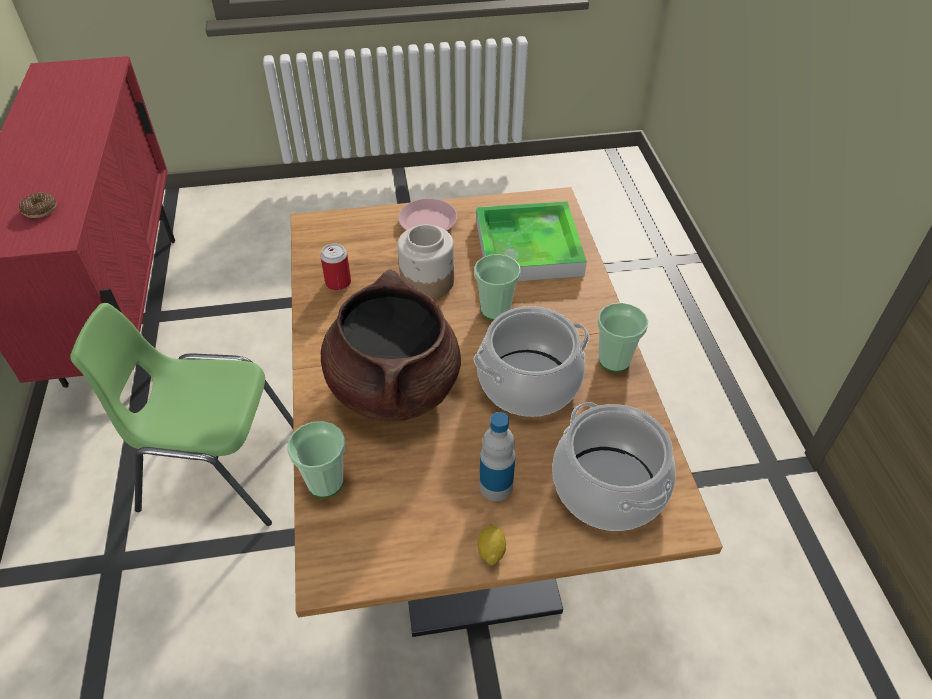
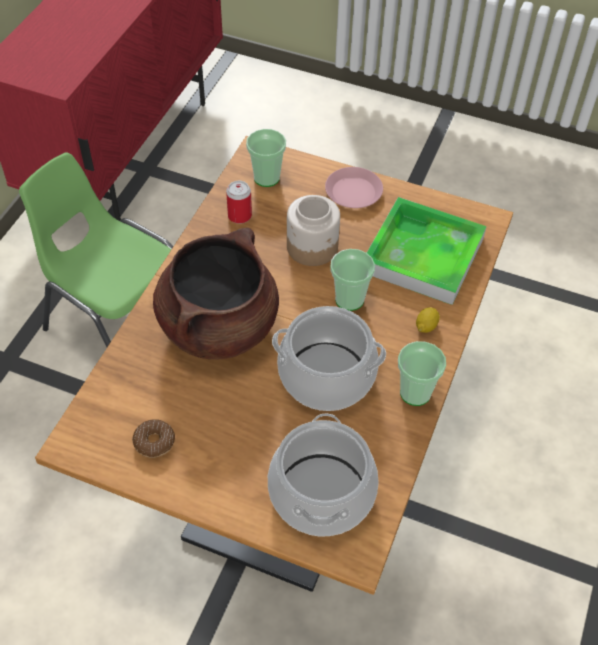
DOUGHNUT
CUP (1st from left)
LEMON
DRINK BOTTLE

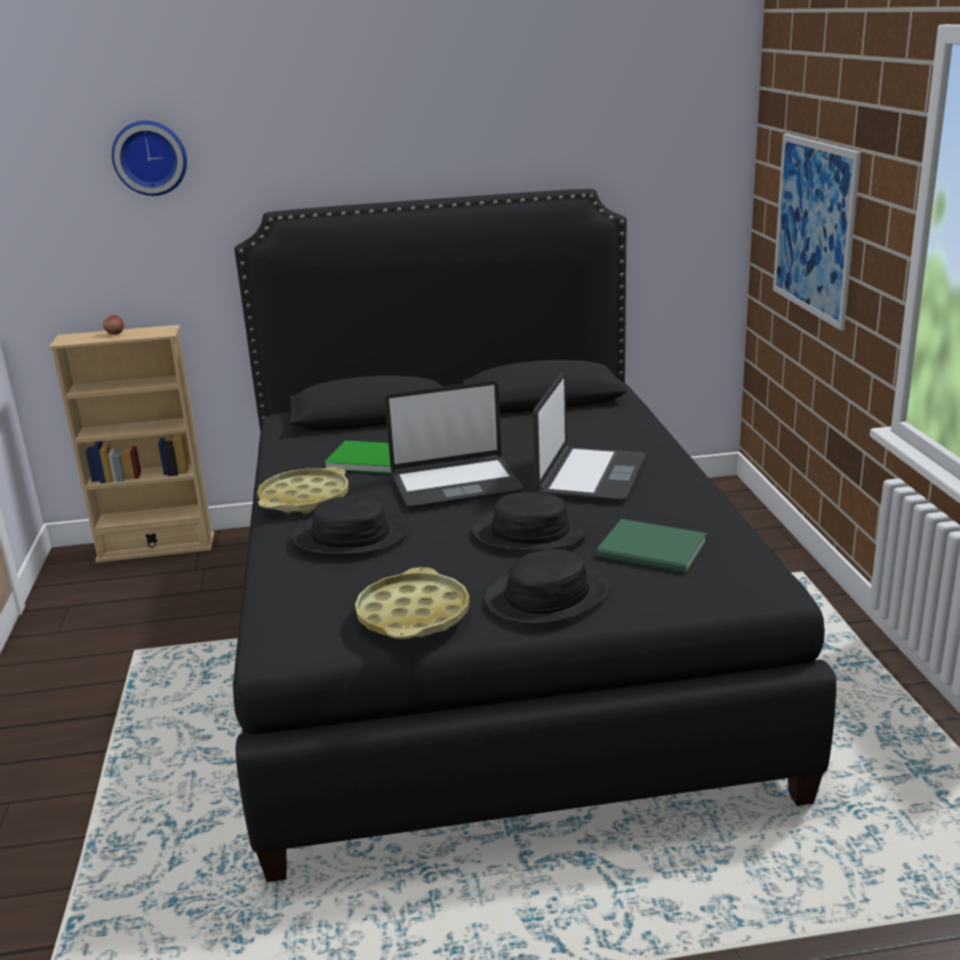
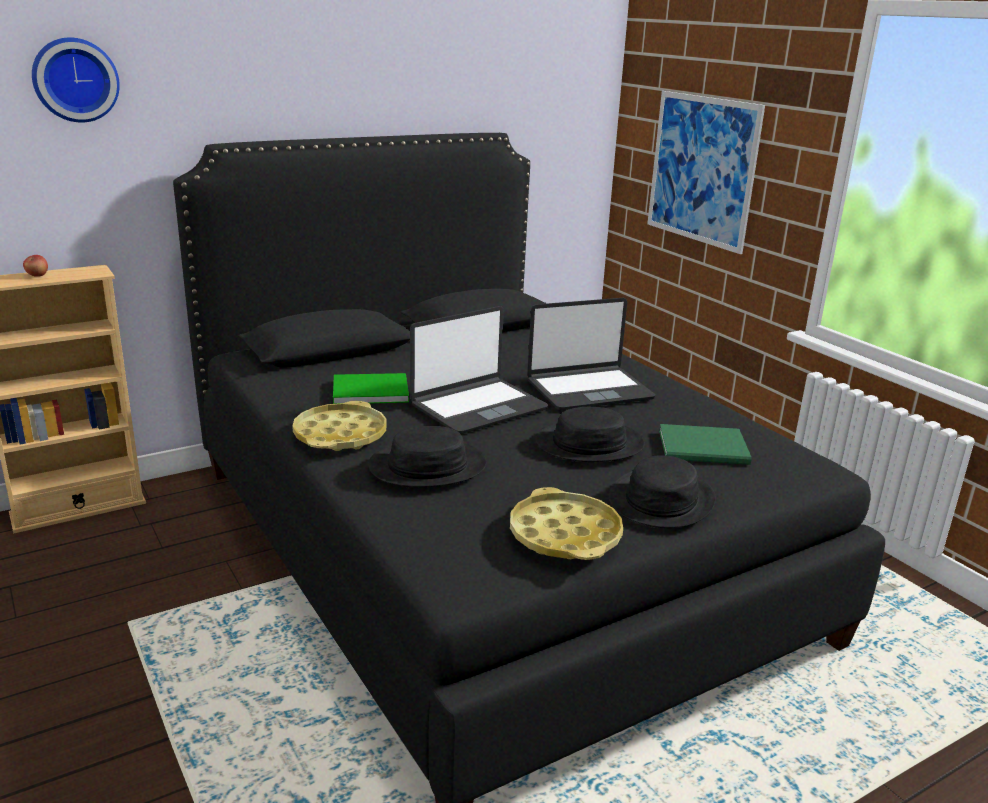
LAPTOP (2nd from left)

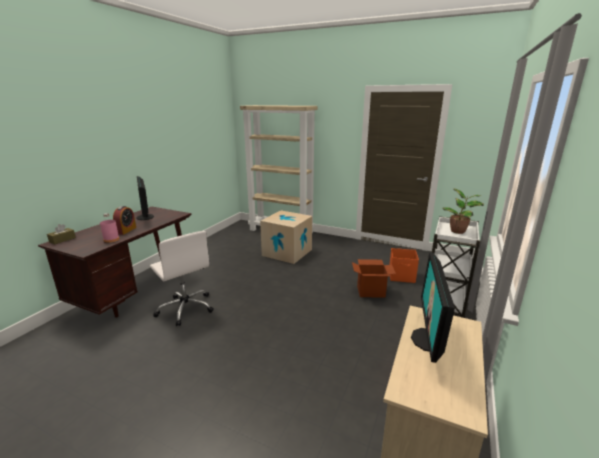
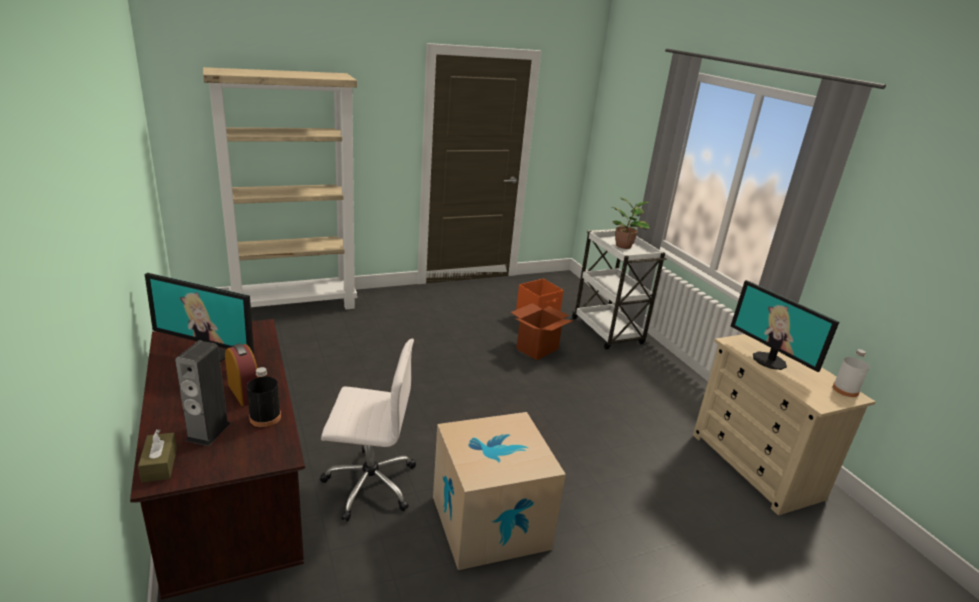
LOUDSPEAKER
BLACK-COLOURED DRINK BOTTLE
CARTON (1st from left)
WHITE-COLOURED DRINK BOTTLE

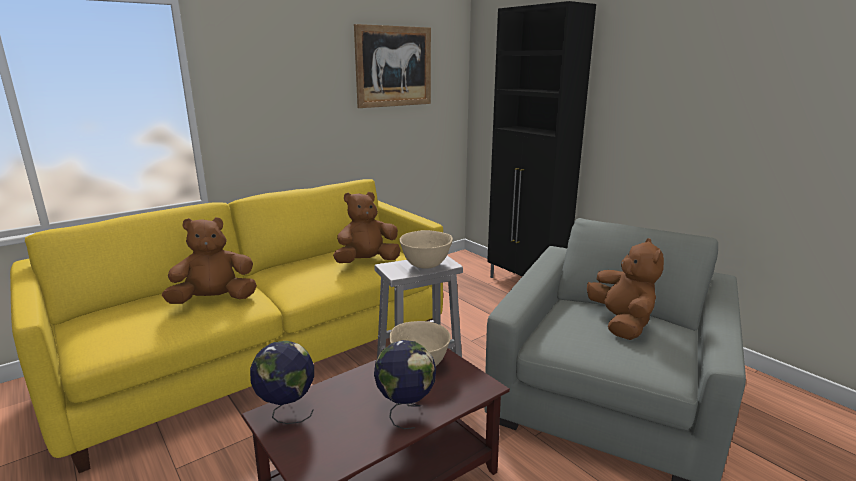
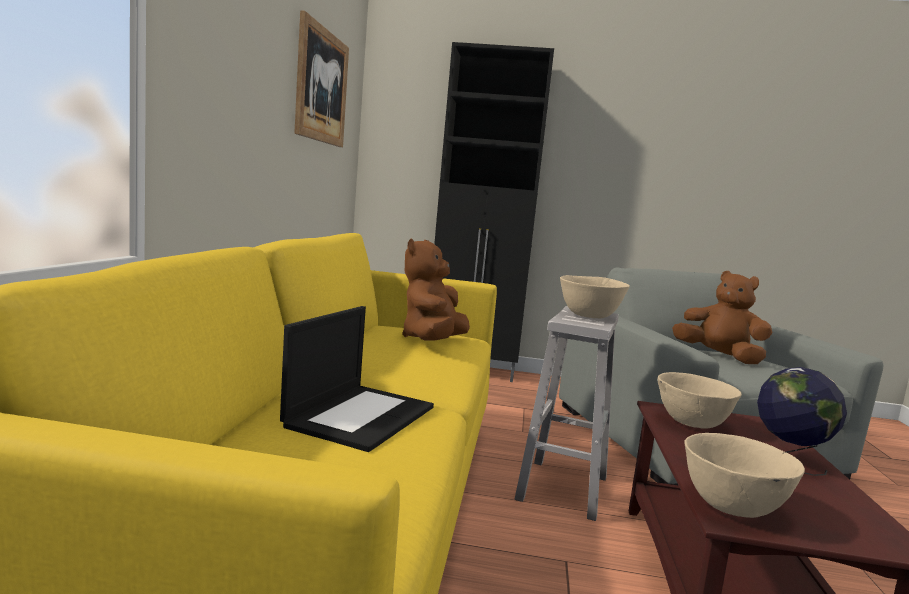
LAPTOP
BEIGE DEEP DISH (3rd from left)

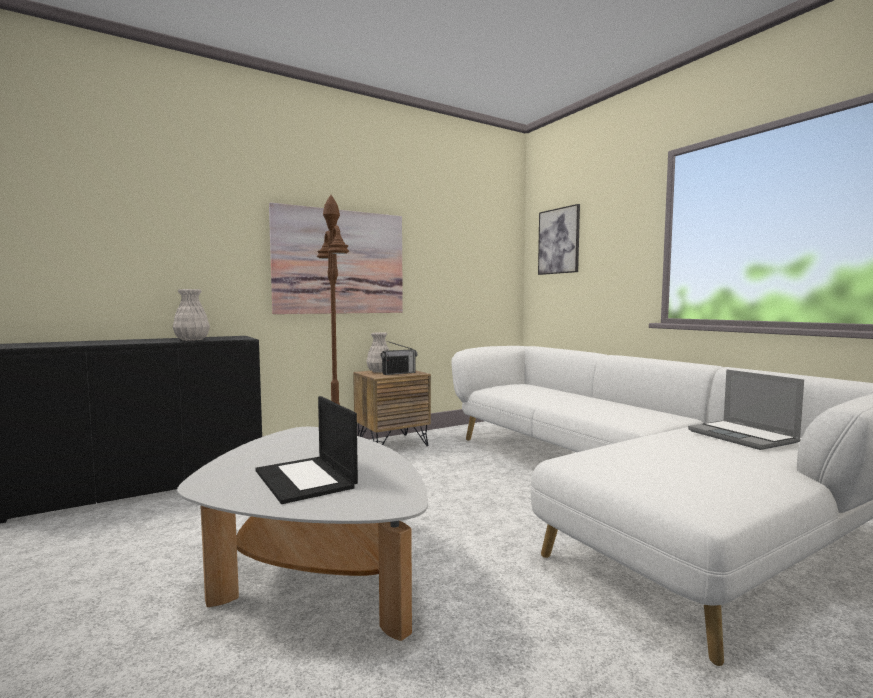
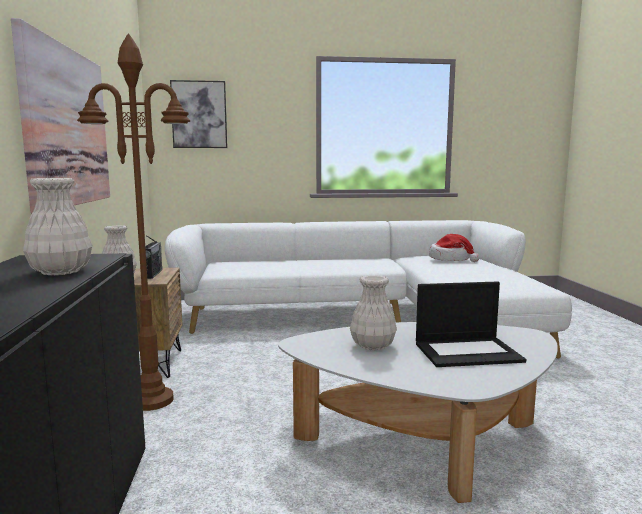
WHITE-COLOURED VASE (3rd from left)
WEARABLE HAT

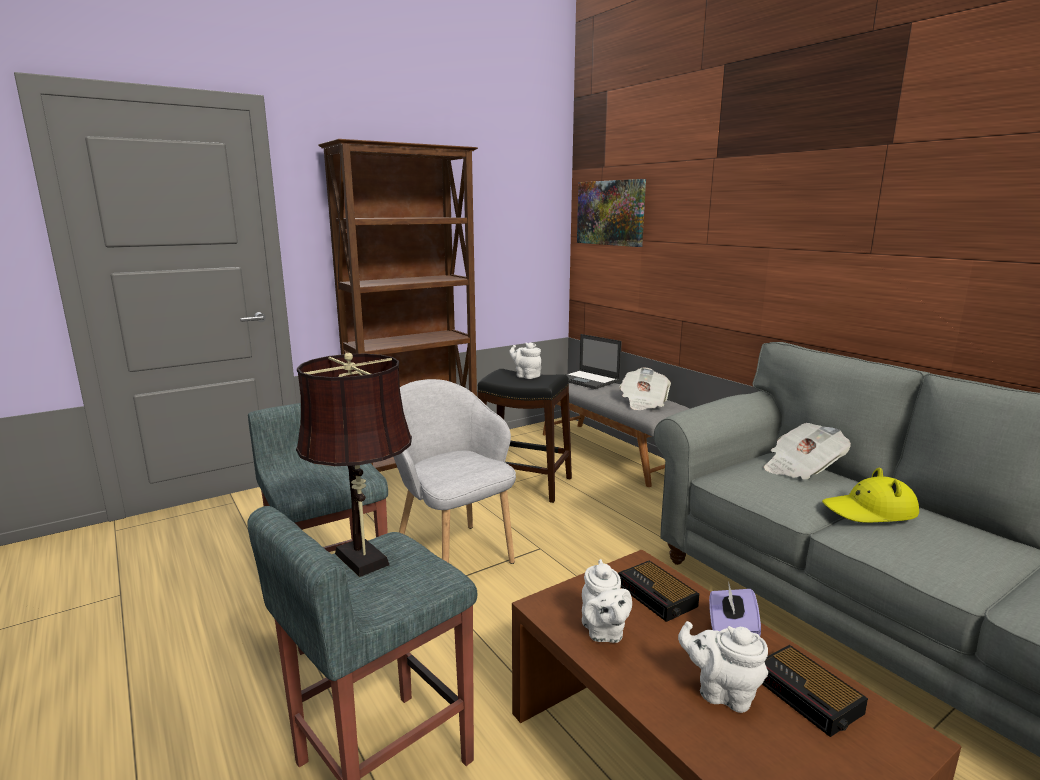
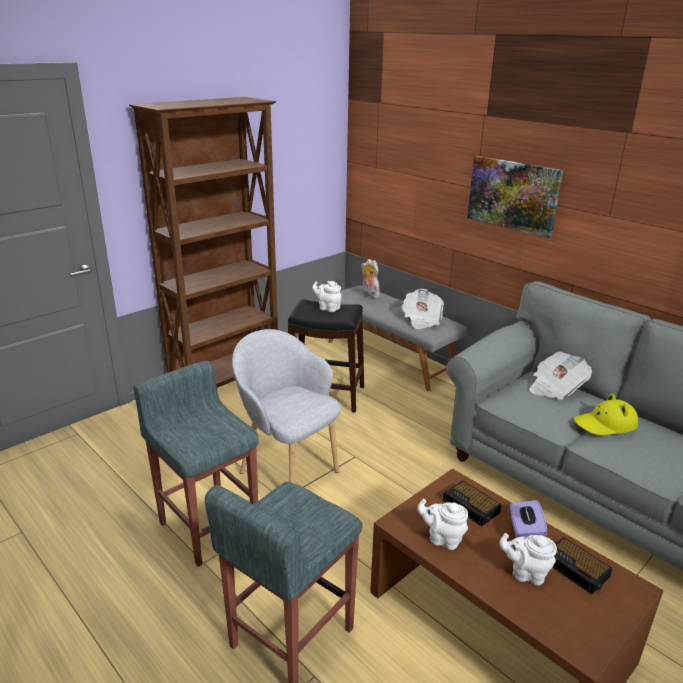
SOFT TOY
WHITE-COLOURED TEA POT (2nd from left)
WALL ART
BROWNISH TABLETOP LAMP

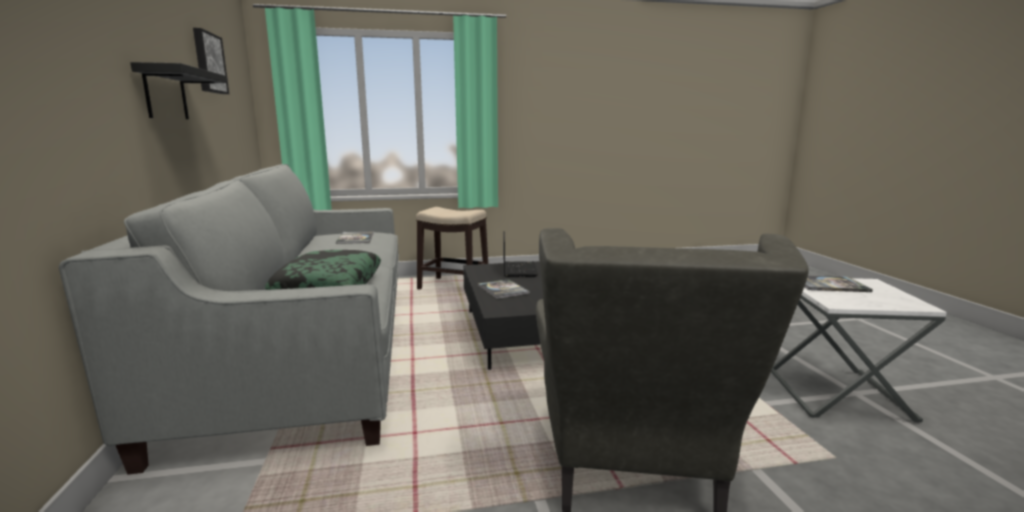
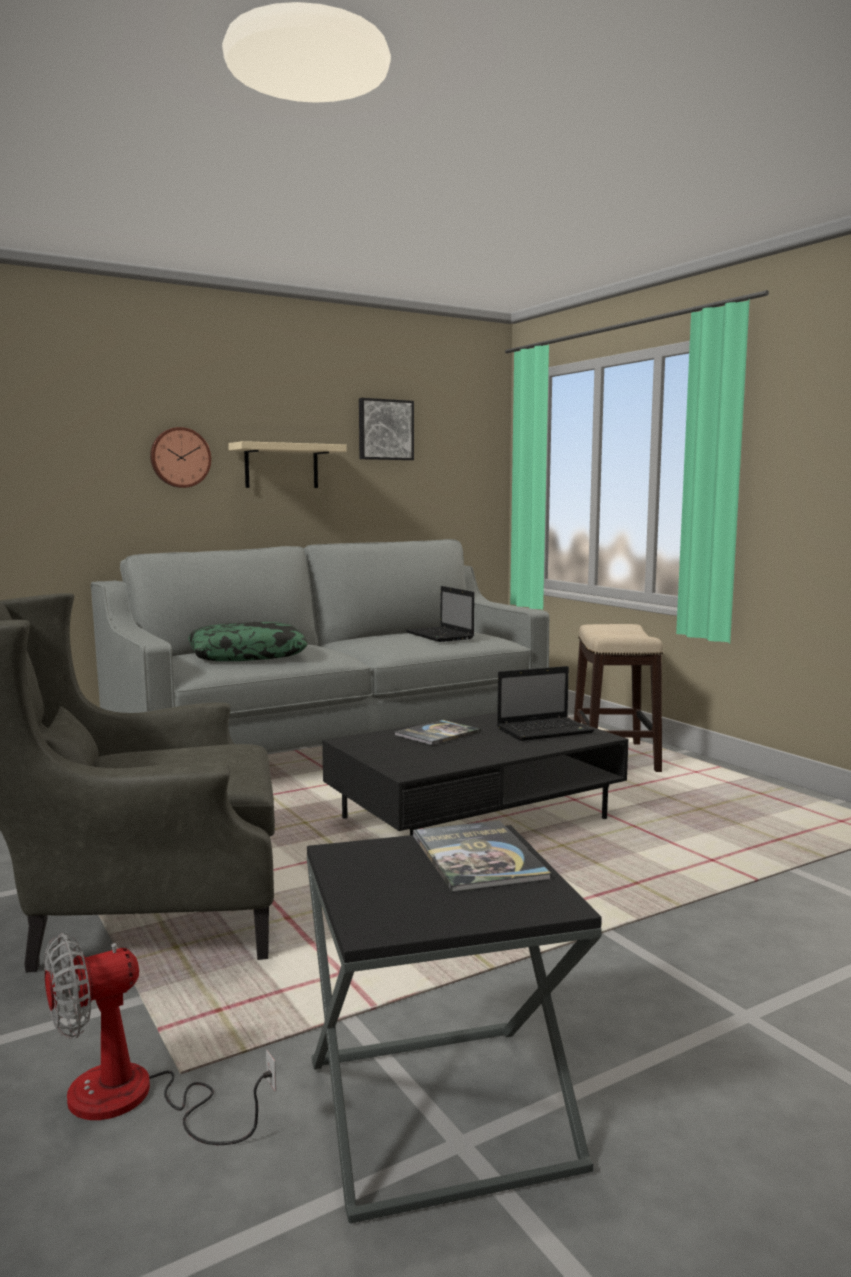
COOLING FAN
WALL CLOCK
BEIGE WALL SHELF
BLACK-COLOURED SIDE TABLE
LAPTOP (1st from left)

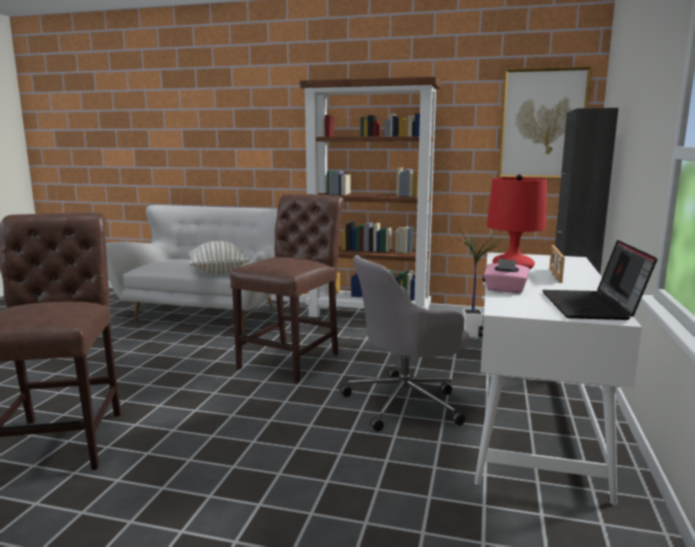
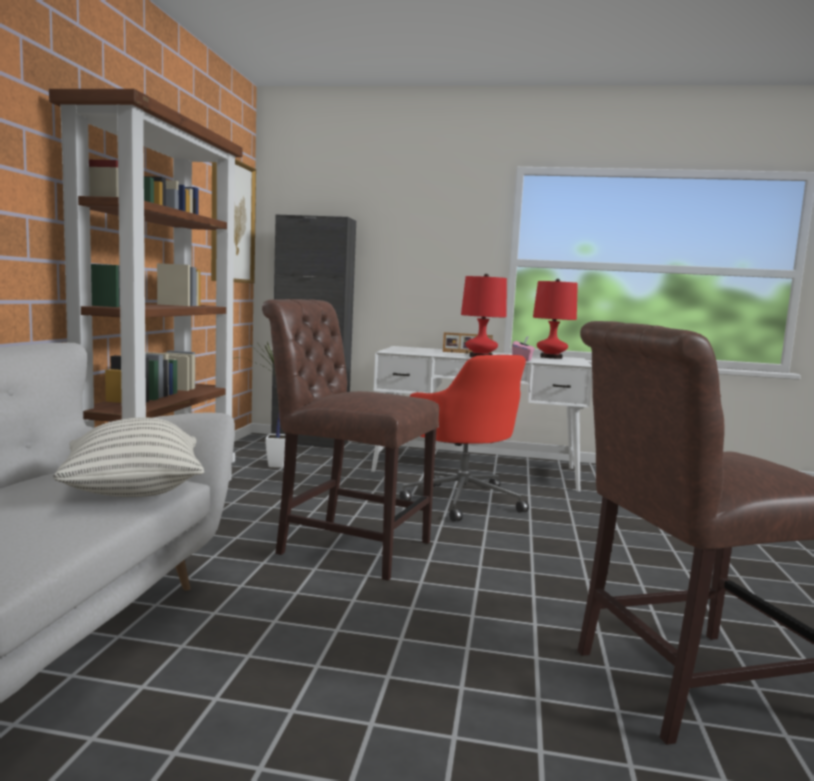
REDDISH COMPUTER CHAIR
REDDISH TABLETOP LAMP (2nd from left)

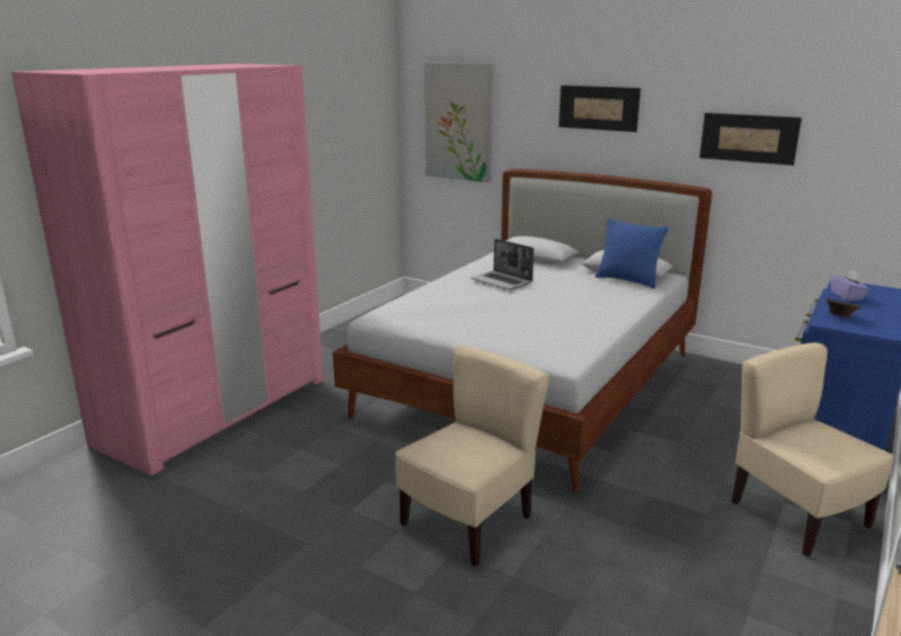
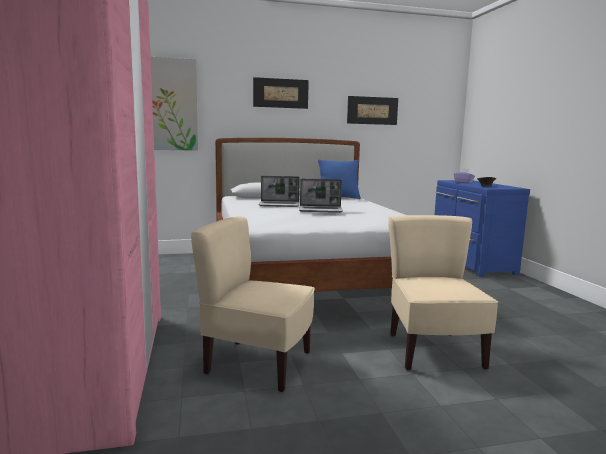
BEIGE UPRIGHT CHAIR (1st from left)
LAPTOP (2nd from left)

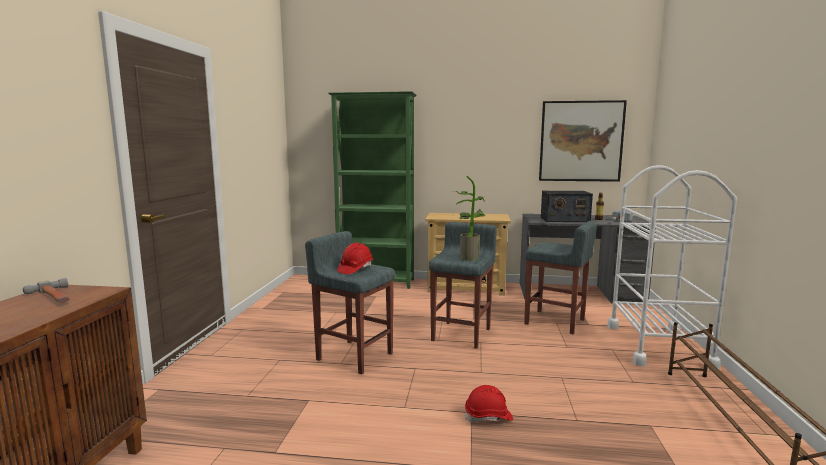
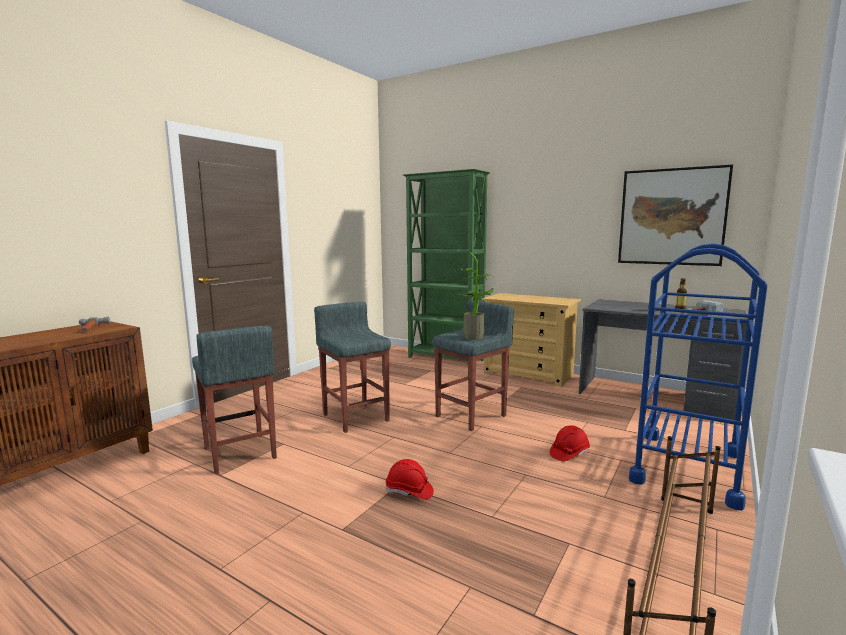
GREYISH STOOL SEAT (1st from left)
REDDISH HARD HAT (2nd from left)
BLUE WHEELED CART
RADIO

